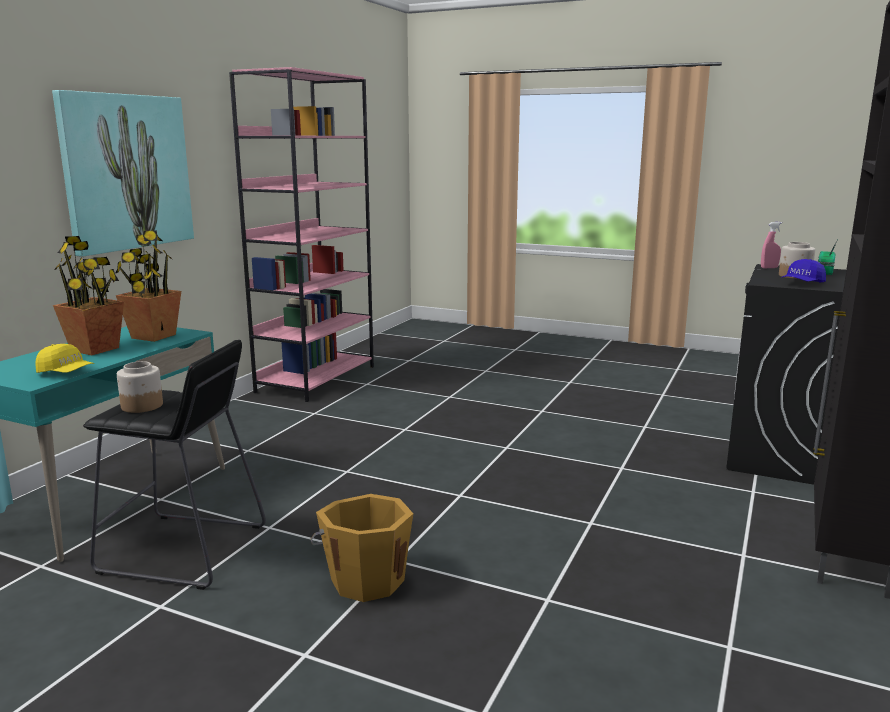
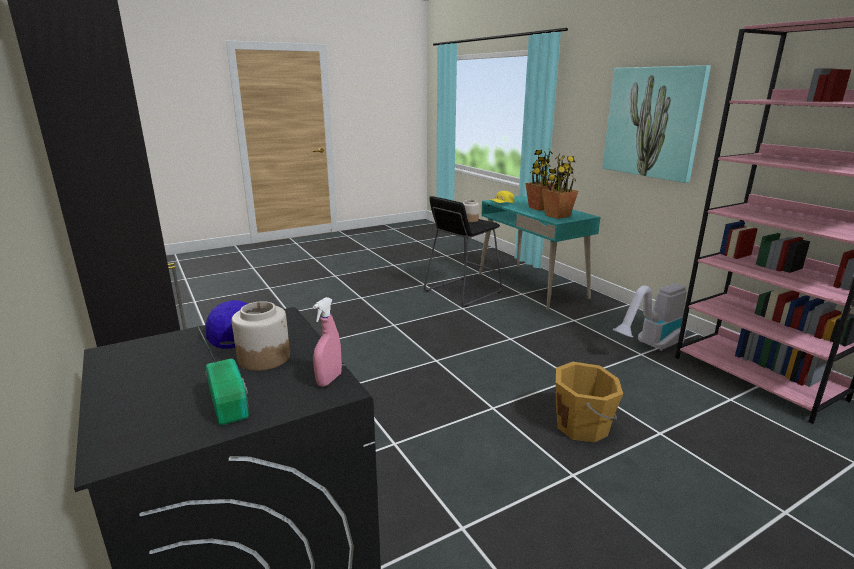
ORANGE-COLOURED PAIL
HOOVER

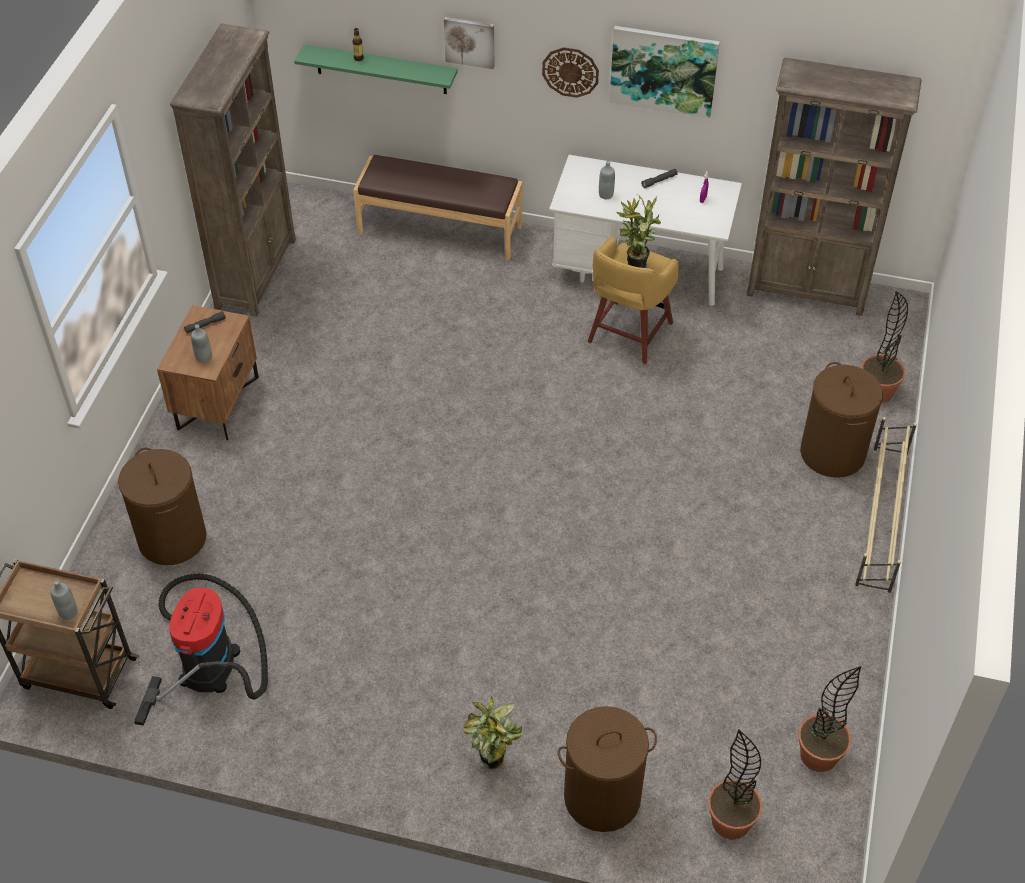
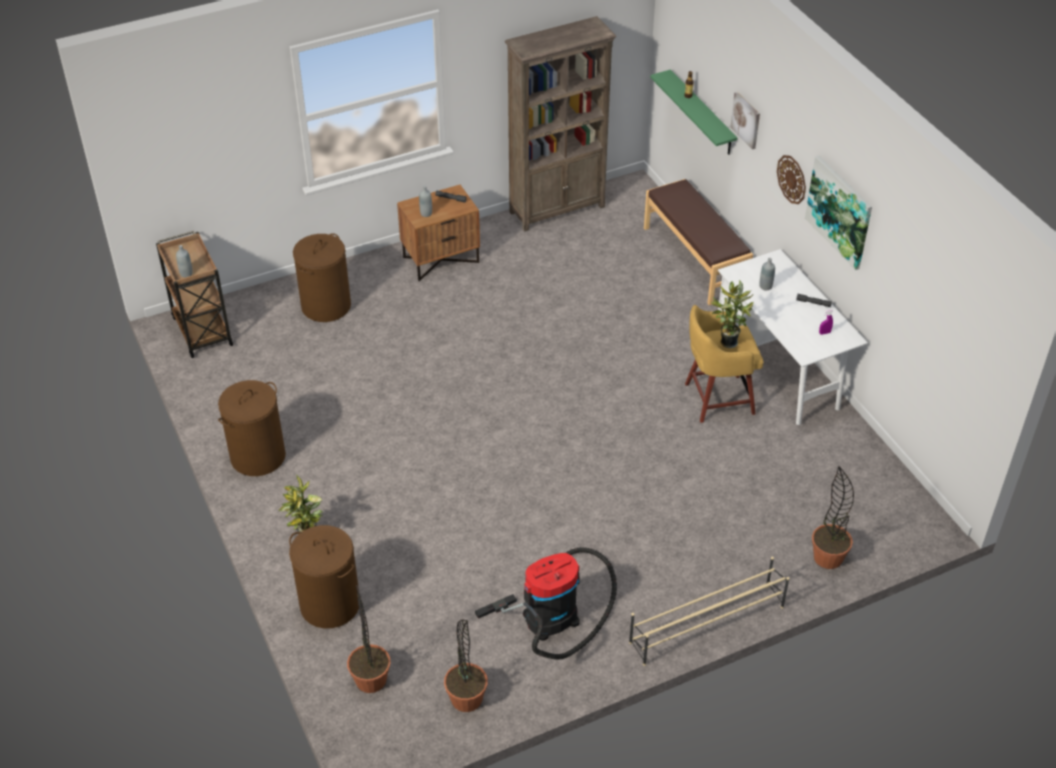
BROWNISH HAMPER (1st from left)
HOOVER
BROWNISH BOOKCASE (2nd from left in the first image)

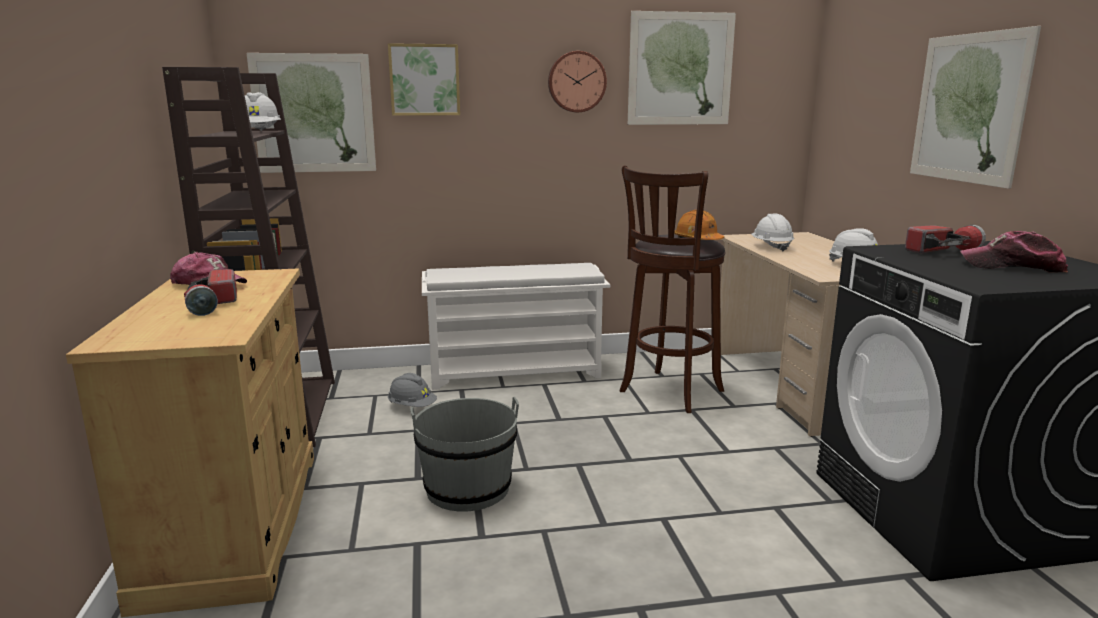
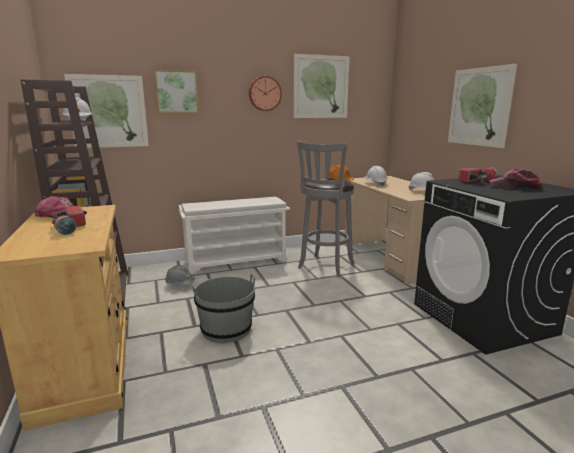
GREYISH STOOL SEAT

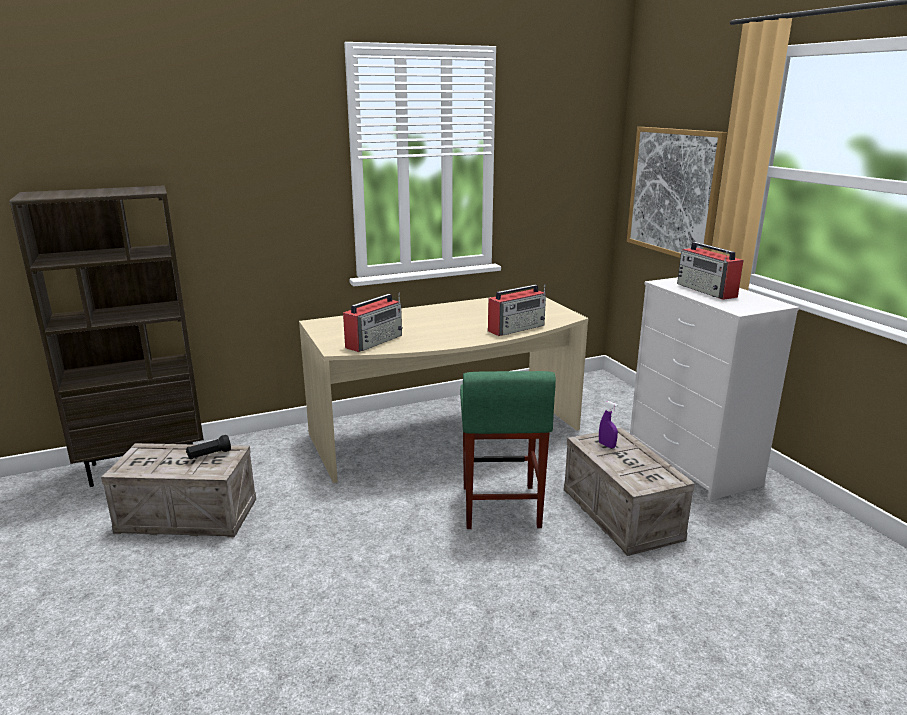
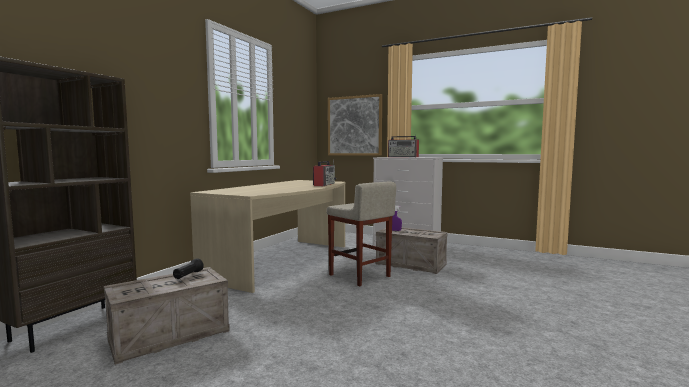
BEIGE STOOL SEAT
RADIO (1st from left in the first image)

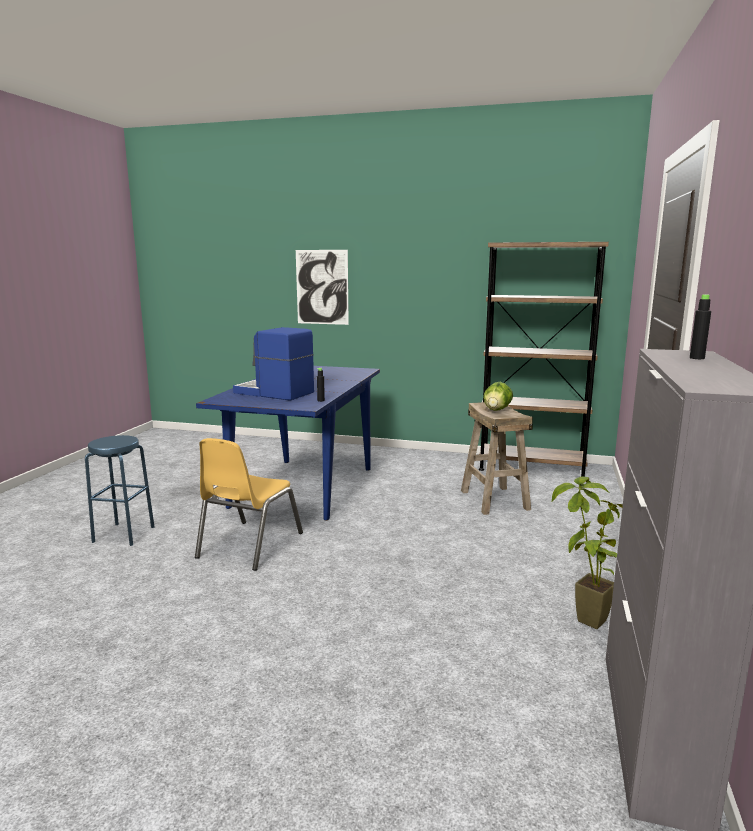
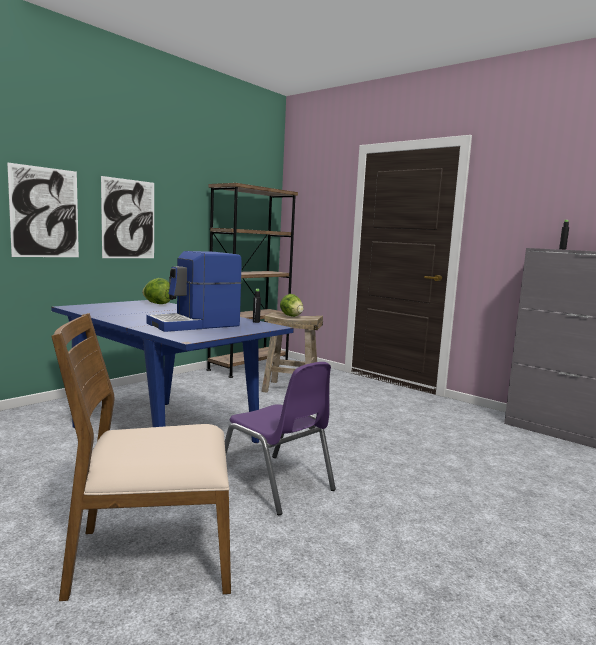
BROWNISH UPRIGHT CHAIR
WALL ART (2nd from left)
HEAD OF LETTUCE (1st from left)
PURPLE UPRIGHT CHAIR
POTTED PLANT

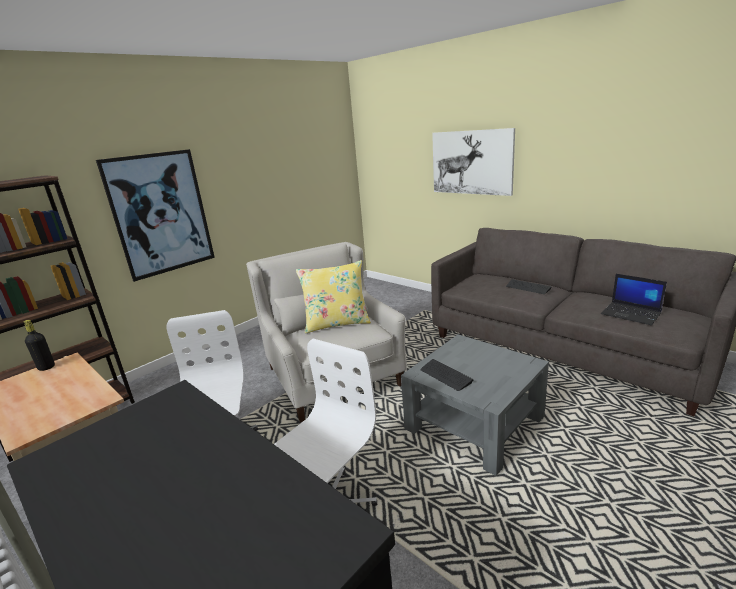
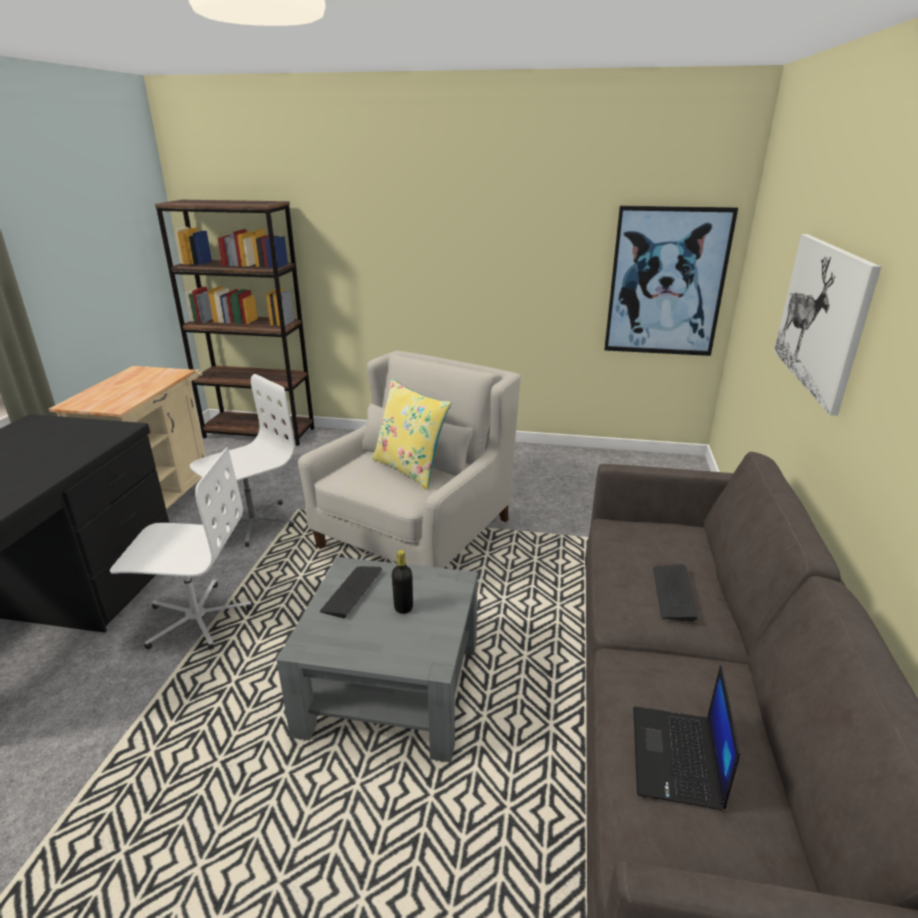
BLACK-COLOURED DRINK BOTTLE
WALL ART (1st from left)

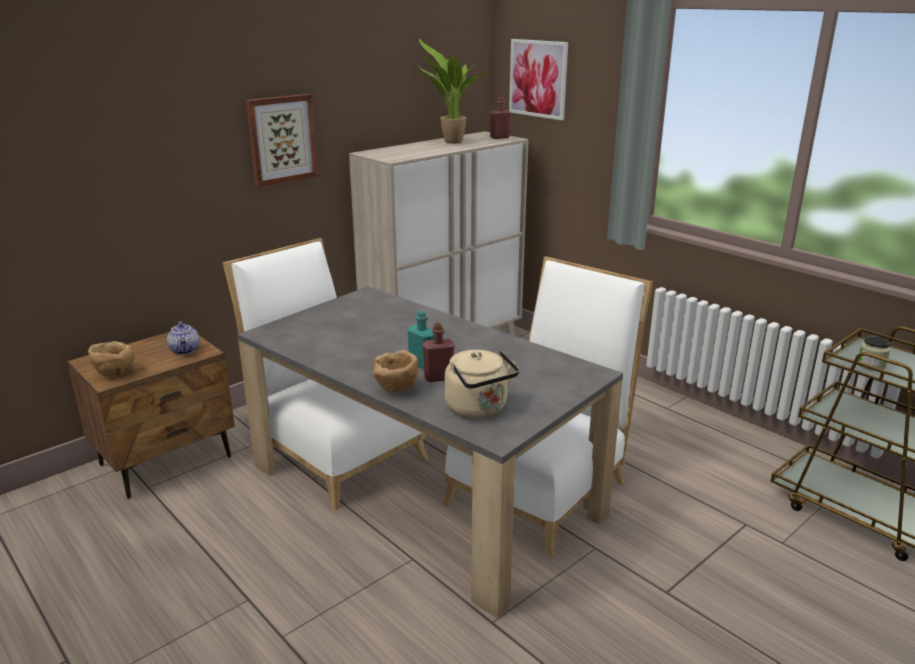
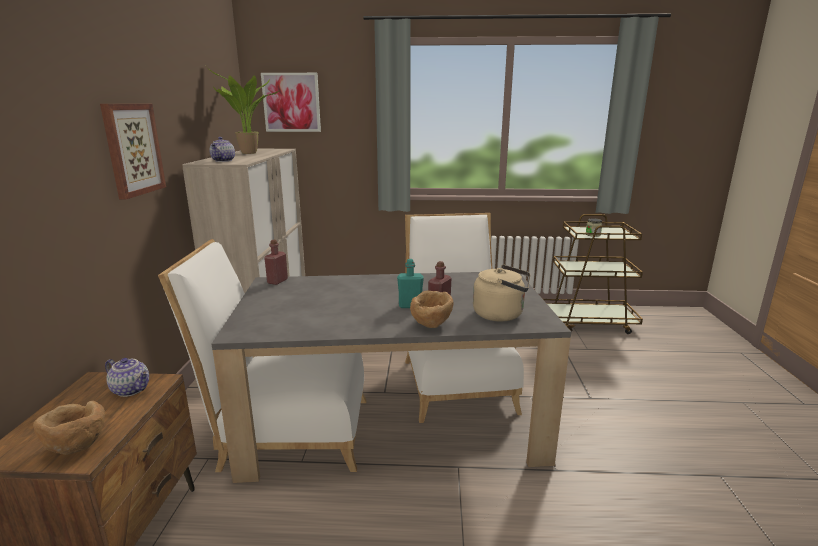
TEA POT (2nd from left)
REDDISH DRINK BOTTLE (1st from left)

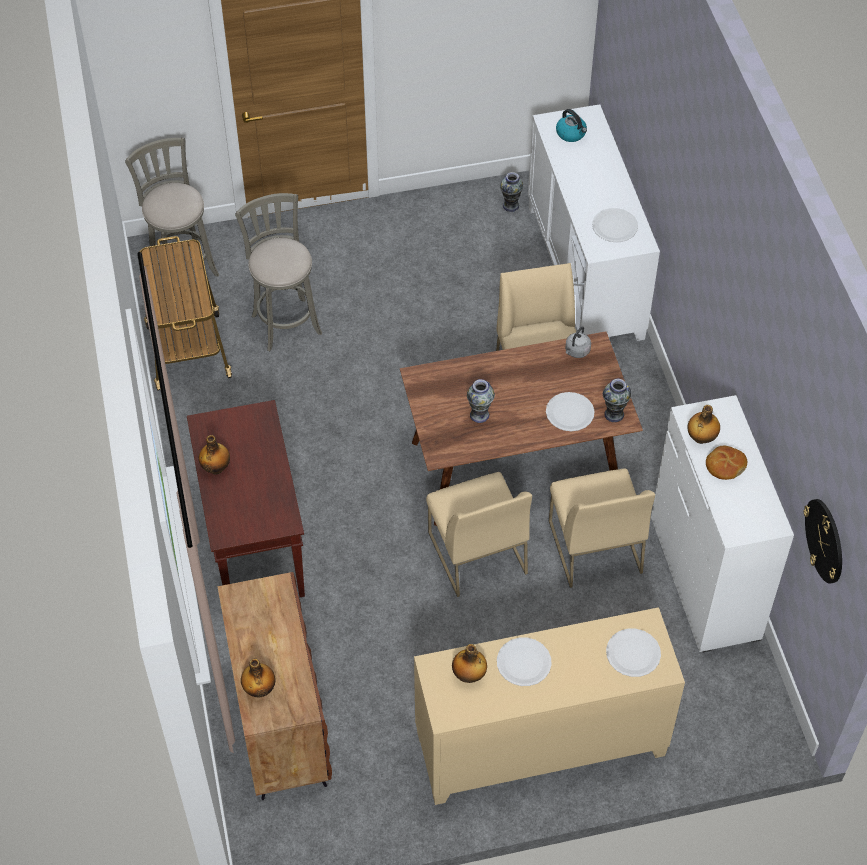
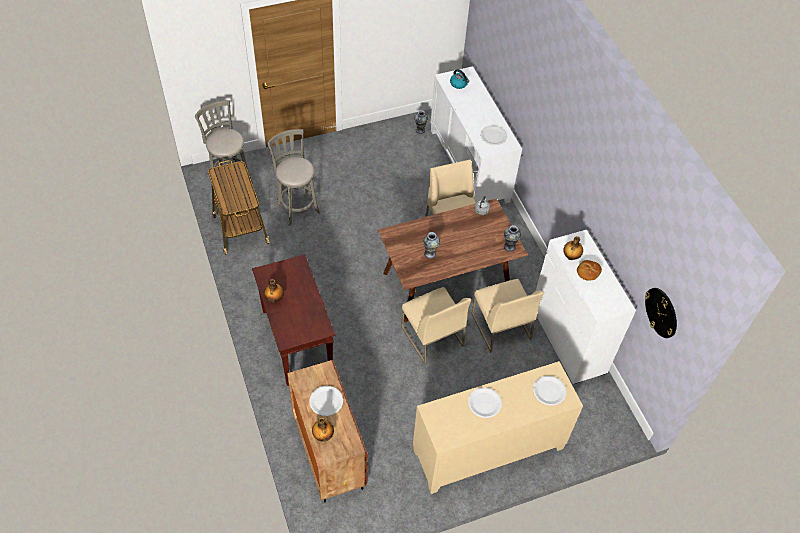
WHITE-COLOURED FLAT DISH (1st from left)
DRINK BOTTLE (3rd from left in the first image)

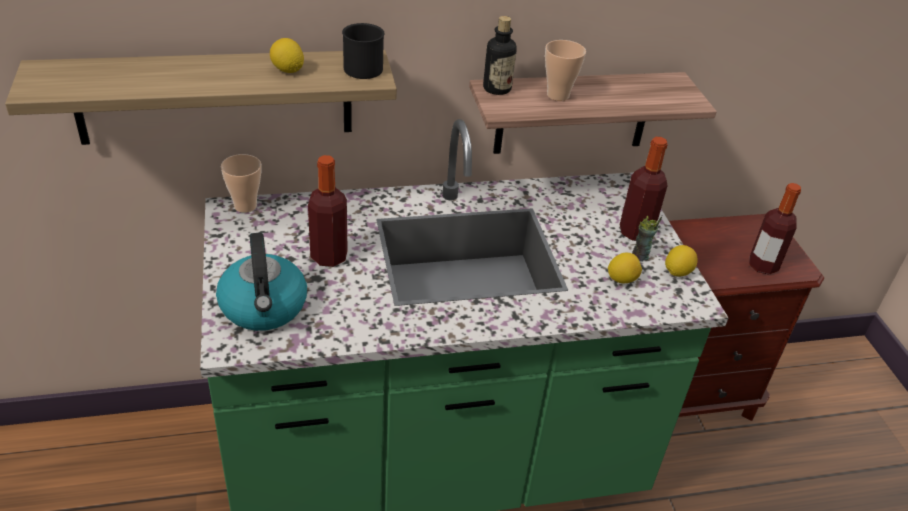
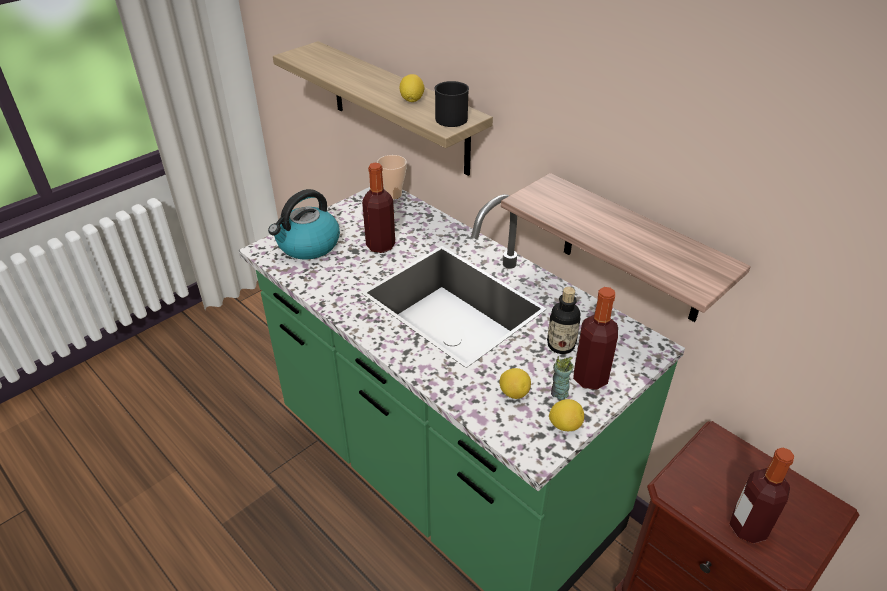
DRINK BOTTLE (2nd from left)
CUP (2nd from left in the first image)

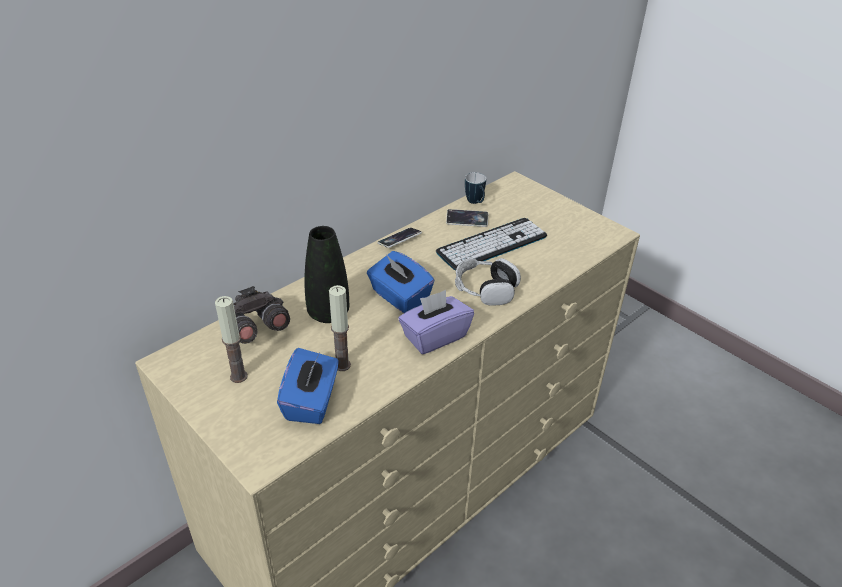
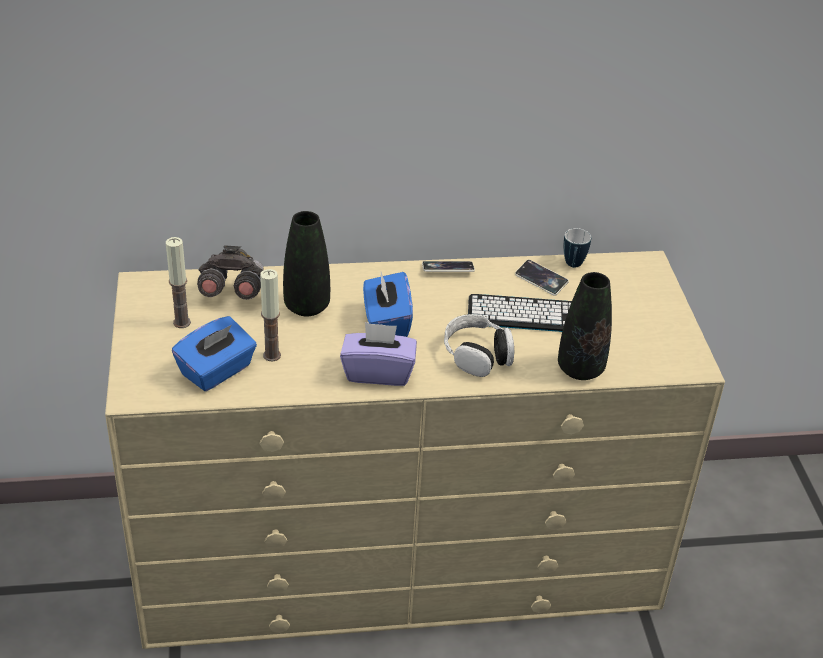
BLACK-COLOURED VASE (2nd from left)

